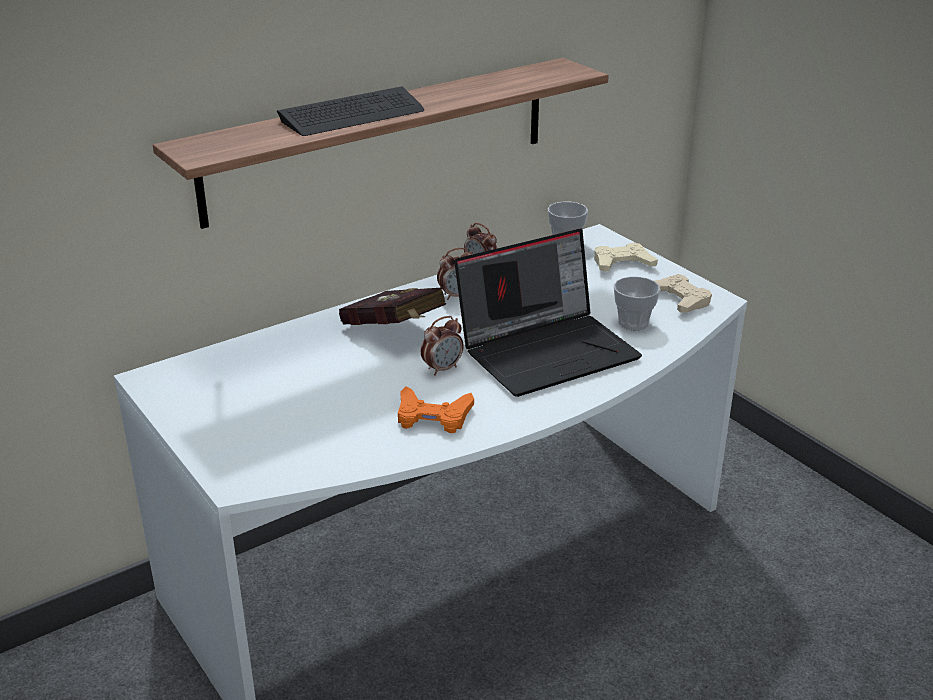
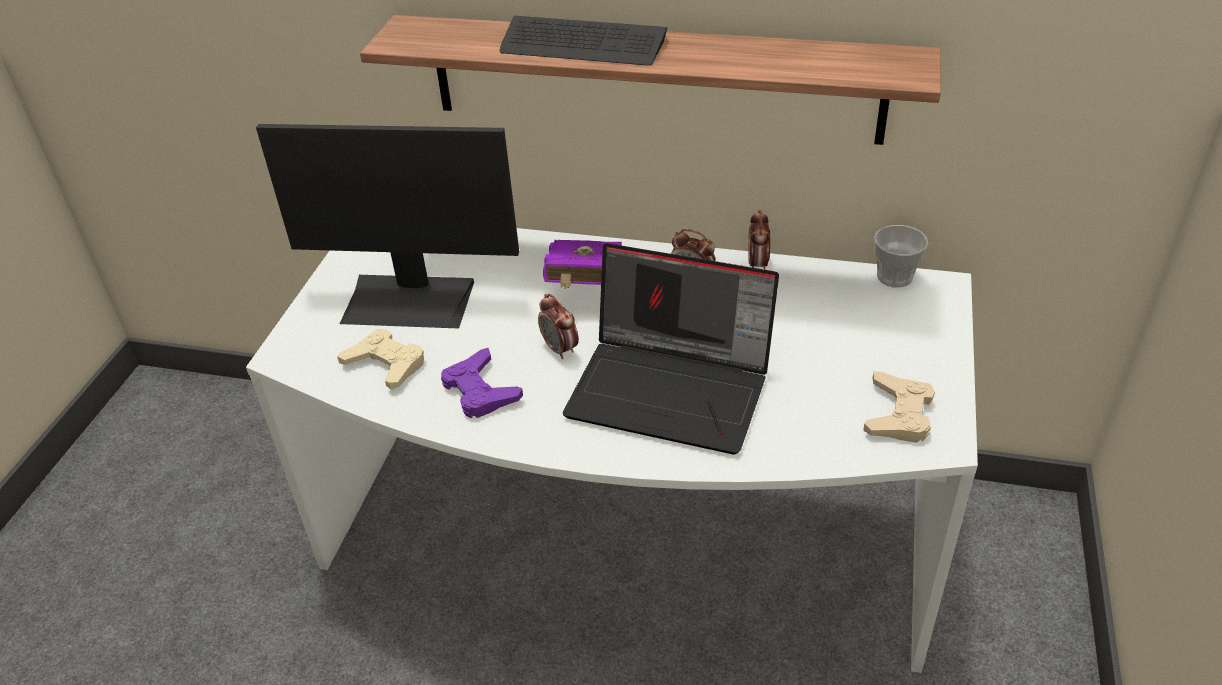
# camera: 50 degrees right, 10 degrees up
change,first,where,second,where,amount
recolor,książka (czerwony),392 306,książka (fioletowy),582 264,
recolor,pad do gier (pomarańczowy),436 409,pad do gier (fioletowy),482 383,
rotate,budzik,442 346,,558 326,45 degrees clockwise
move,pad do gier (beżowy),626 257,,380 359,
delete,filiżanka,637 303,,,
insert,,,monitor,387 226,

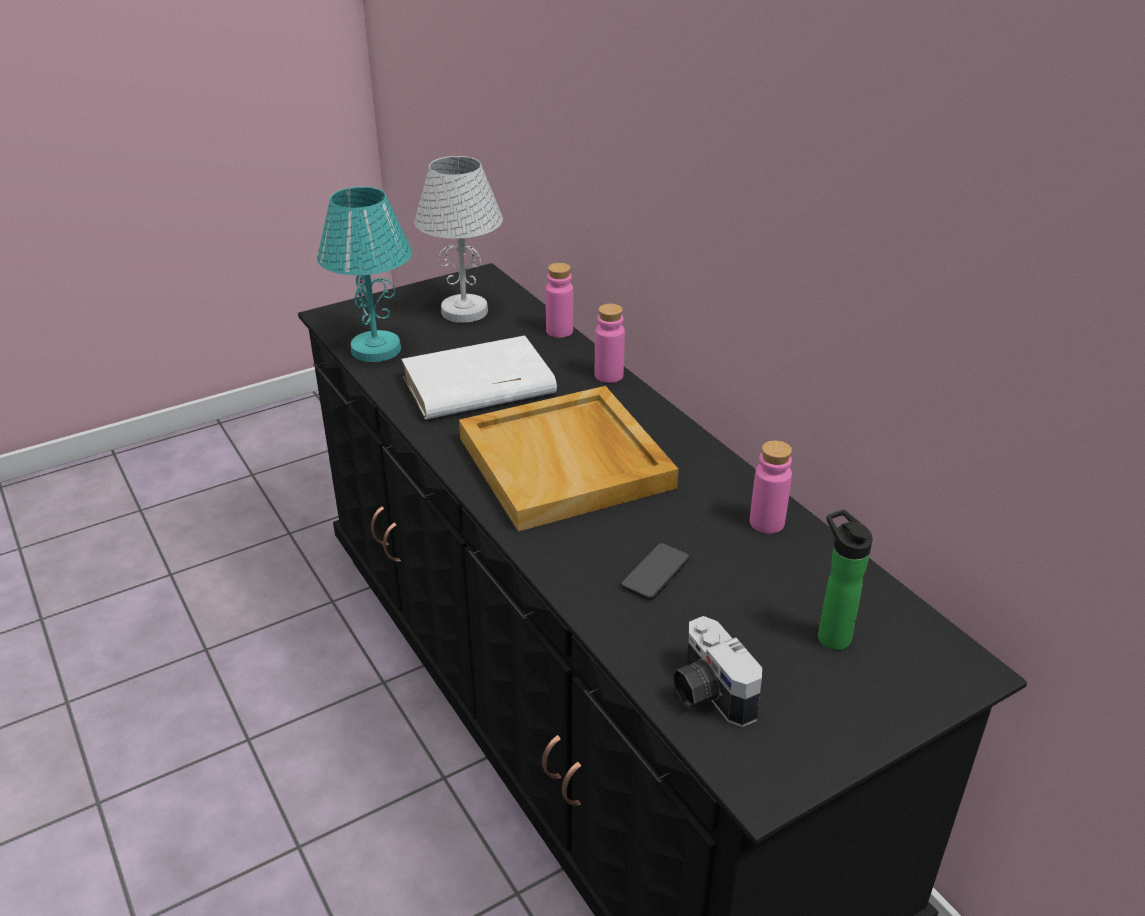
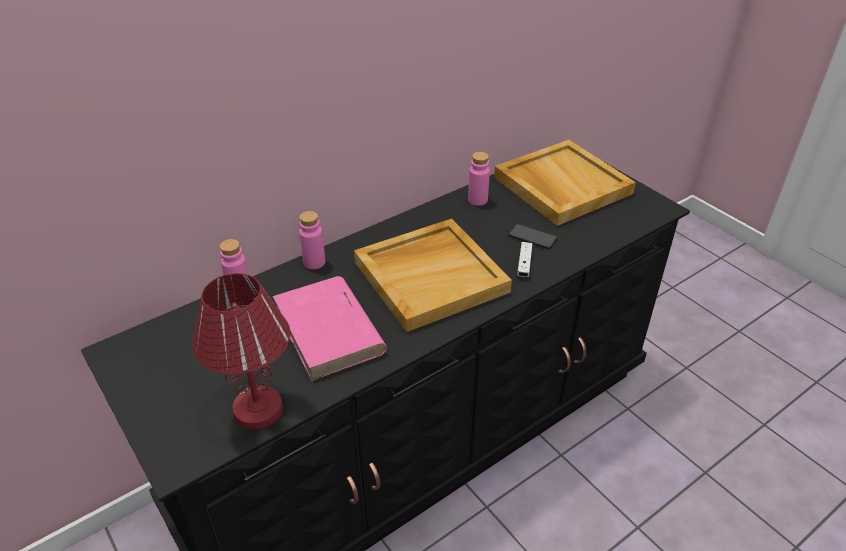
# camera: 95 degrees left, 5 degrees up
change,first,where,second,where,amount
recolor,lampa stołowa (turkusowy),364 274,lampa stołowa (czerwony),241 351,
recolor,książka (biały),479 377,książka (różowy),330 328,
delete,lampa stołowa (biały),458 239,,,
delete,aparat fotograficzny,717 671,,,
replace,butelka,845 580,taca (beżowy),565 183,
insert,,,pad do gier (biały),525 259,

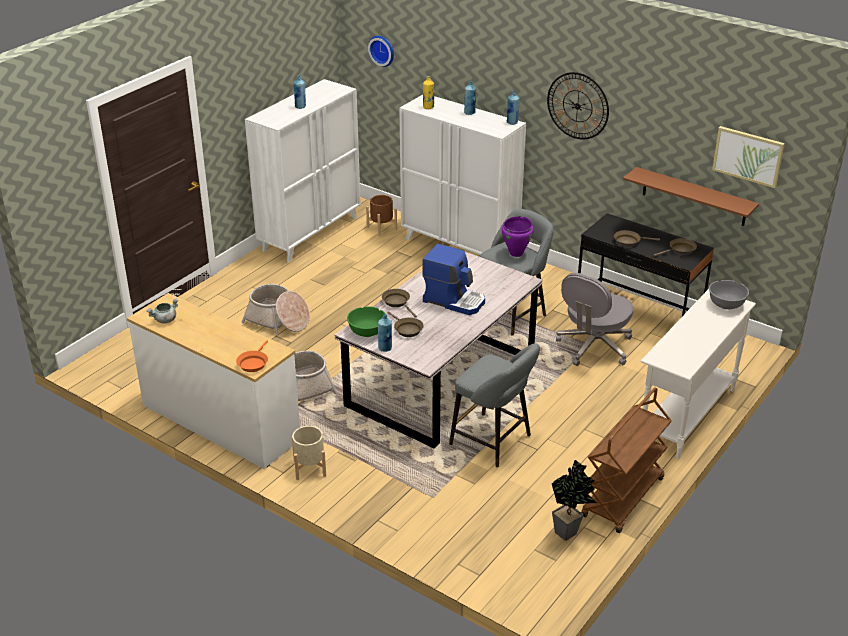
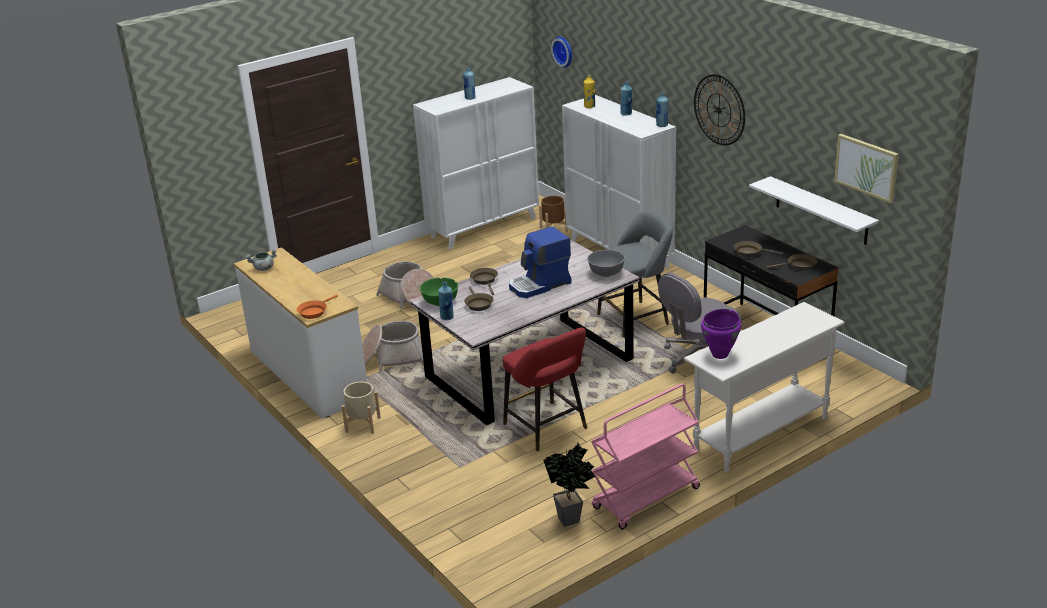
# camera: 20 degrees right, 5 degrees down
change,first,where,second,where,amount
rotate,ekspres do kawy,453 279,,540 262,105 degrees clockwise
recolor,stołek (szary),494 405,stołek (czerwony),545 389,
move,garnek (fioletowy),518 236,,721 334,
recolor,wózek (brązowy),626 460,wózek (różowy),645 457,
recolor,półka (brązowy),691 196,półka (biały),814 210,
move,miska (szary),729 295,,606 263,

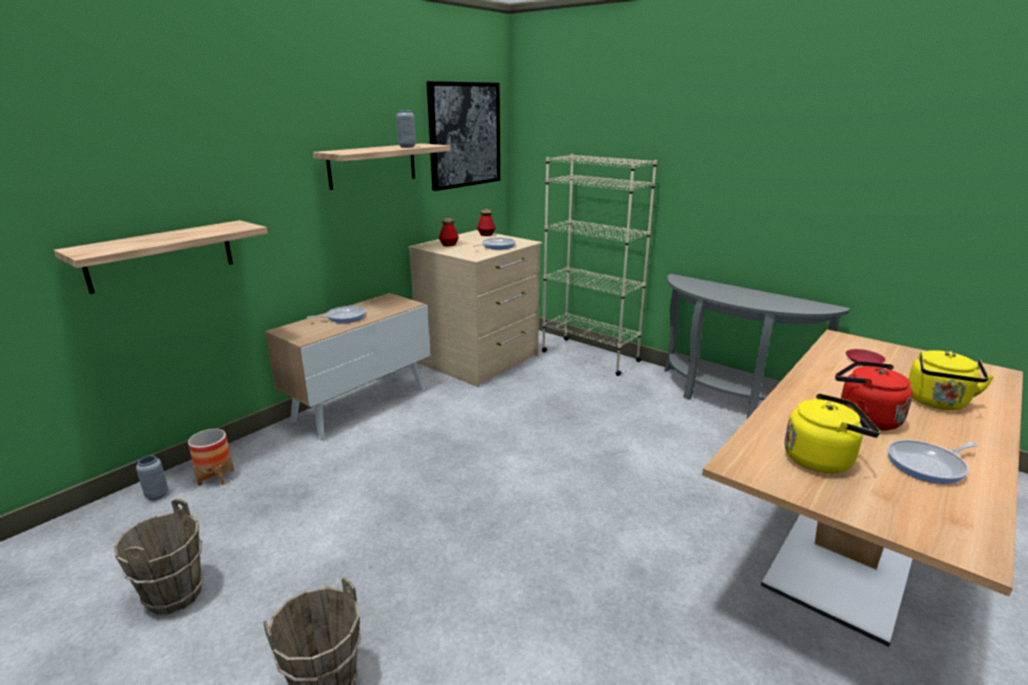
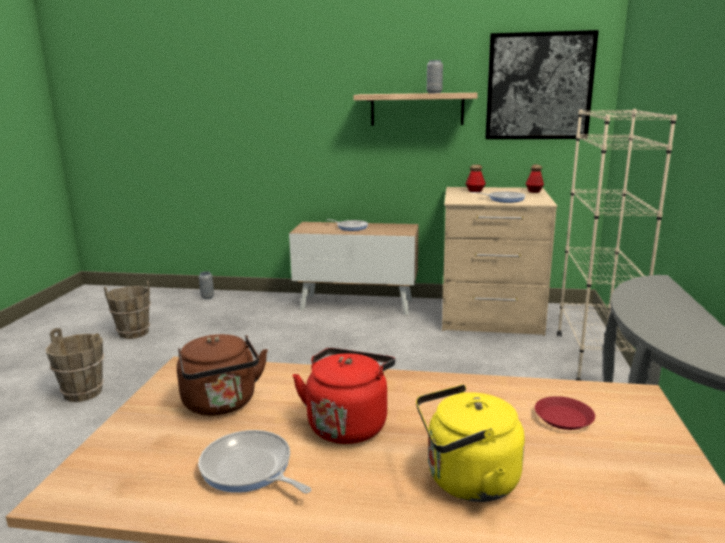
# camera: 60 degrees right, 5 degrees down
change,first,where,second,where,amount
delete,półka,161 257,,,
delete,donica,211 457,,,
recolor,czajnik (żółty),832 433,czajnik (brązowy),222 375,

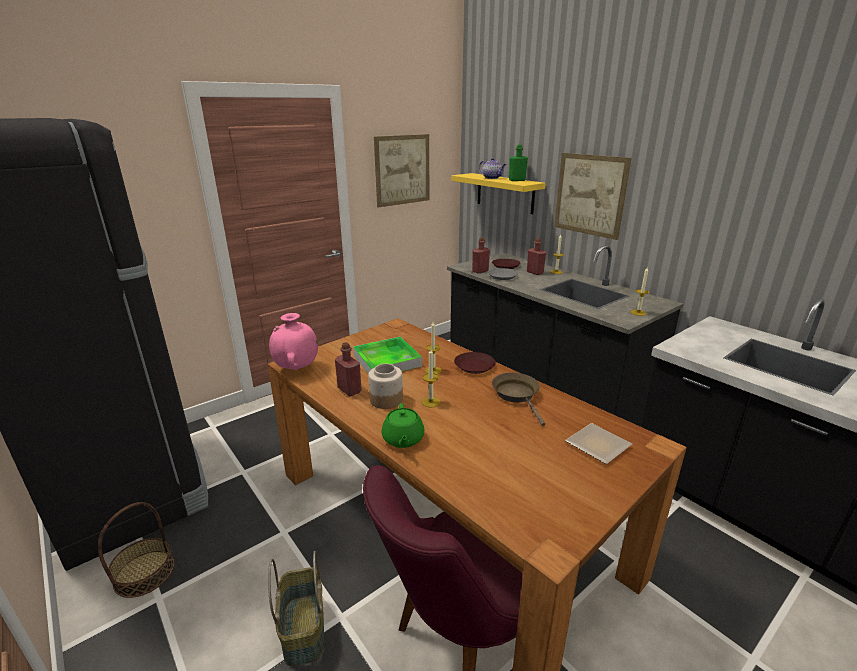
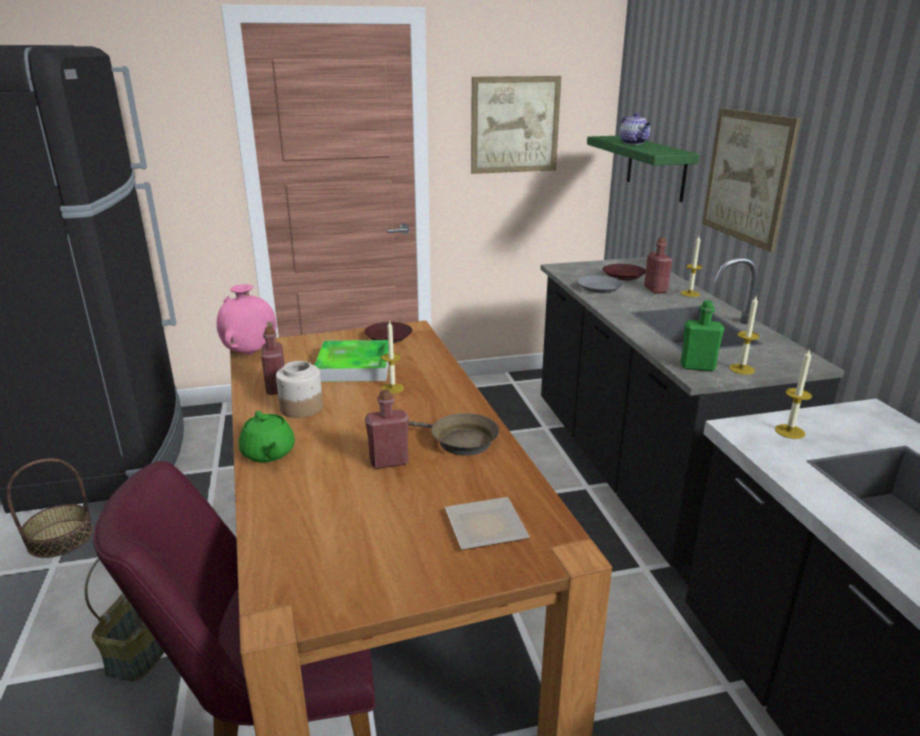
# camera: 25 degrees right, 0 degrees up
change,first,where,second,where,amount
rotate,imbryk (zielony),403 425,,267 436,45 degrees counterclockwise
move,świeca,431 378,,793 393,
recolor,półka (żółty),498 193,półka (zielony),643 169,
move,talerz (brązowy),475 363,,388 332,
move,butelka (czerwony),481 255,,387 429,
rotate,patelnia (brązowy),518 399,,454 434,105 degrees clockwise
move,butelka (zielony),518 163,,702 335,

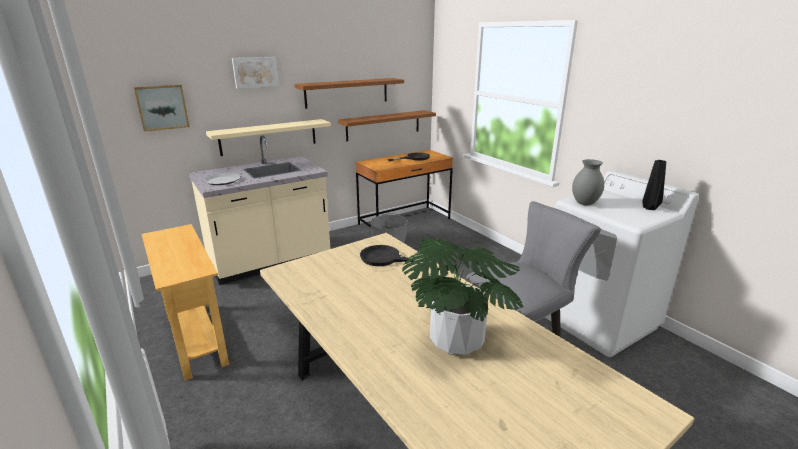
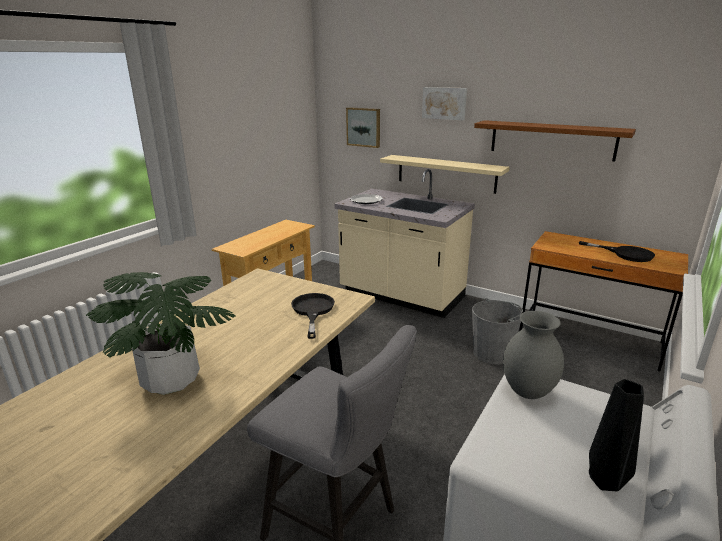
# camera: 65 degrees right, 0 degrees up
change,first,where,second,where,amount
delete,półka (brązowy),387 125,,,

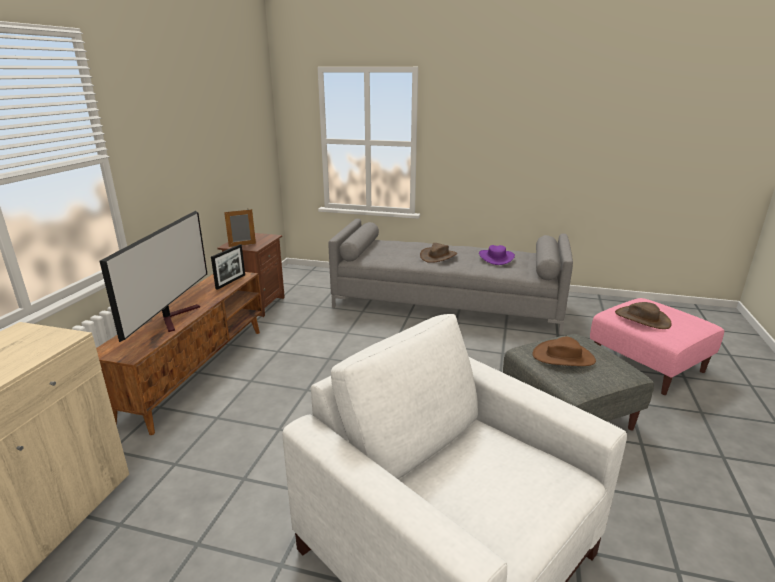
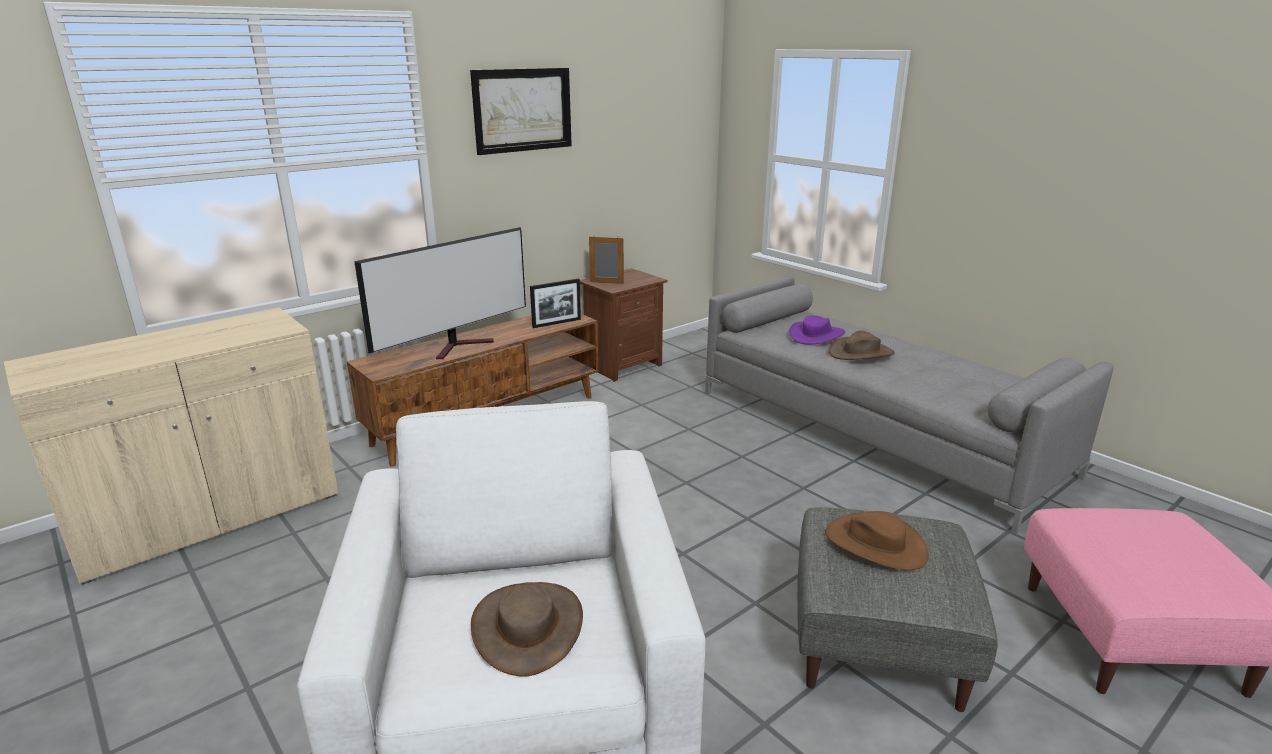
# camera: 35 degrees right, 0 degrees up
change,first,where,second,where,amount
move,kapelusz (fioletowy),497 255,,817 329,
move,kapelusz (brązowy),643 315,,527 629,
insert,,,obraz,521 111,

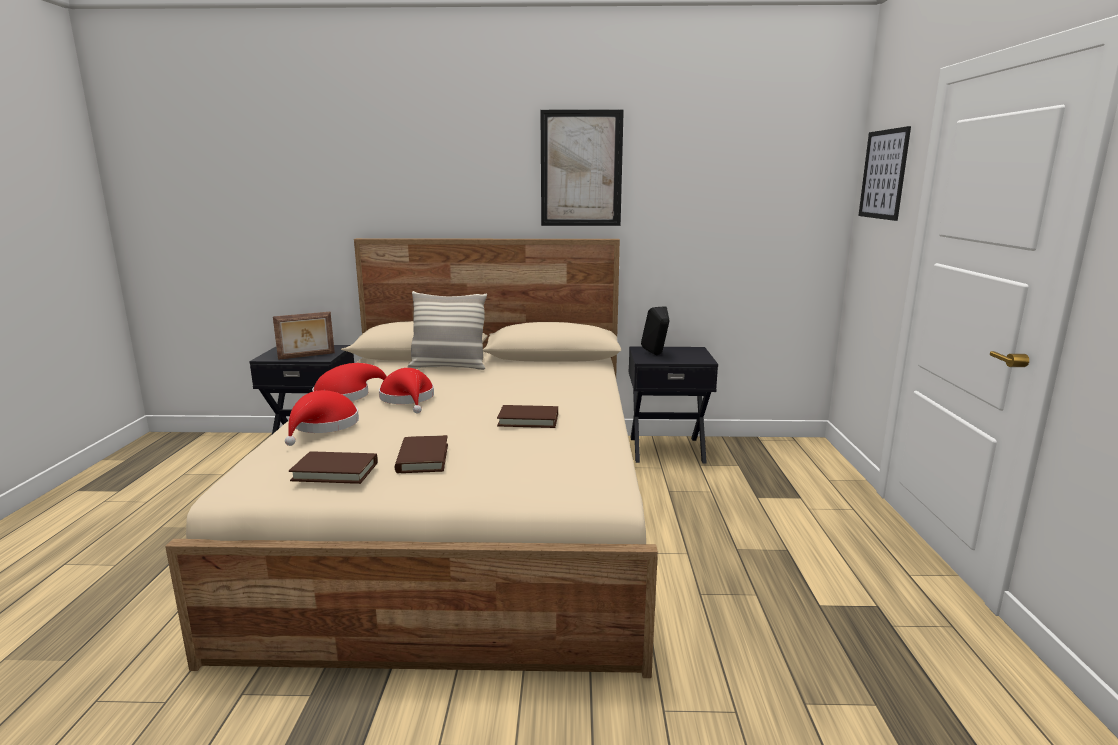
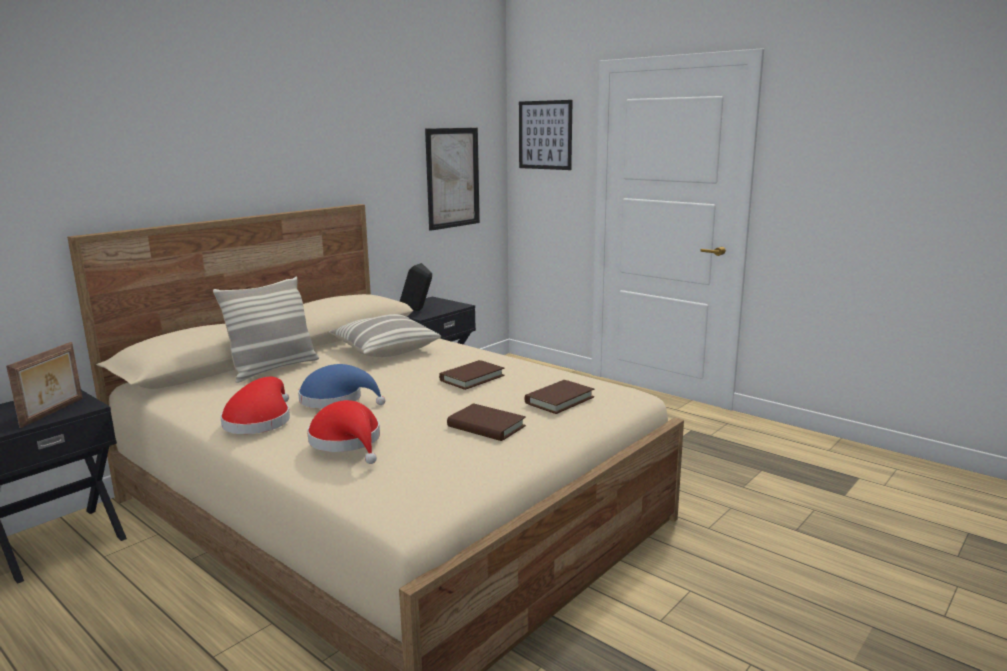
# camera: 50 degrees left, 0 degrees up
change,first,where,second,where,amount
move,książka (brązowy),333 467,,559 397,
recolor,kapelusz (czerwony),406 390,kapelusz (niebieski),342 386,
move,obraz,582 167,,452 179,
insert,,,poduszka,385 335,

